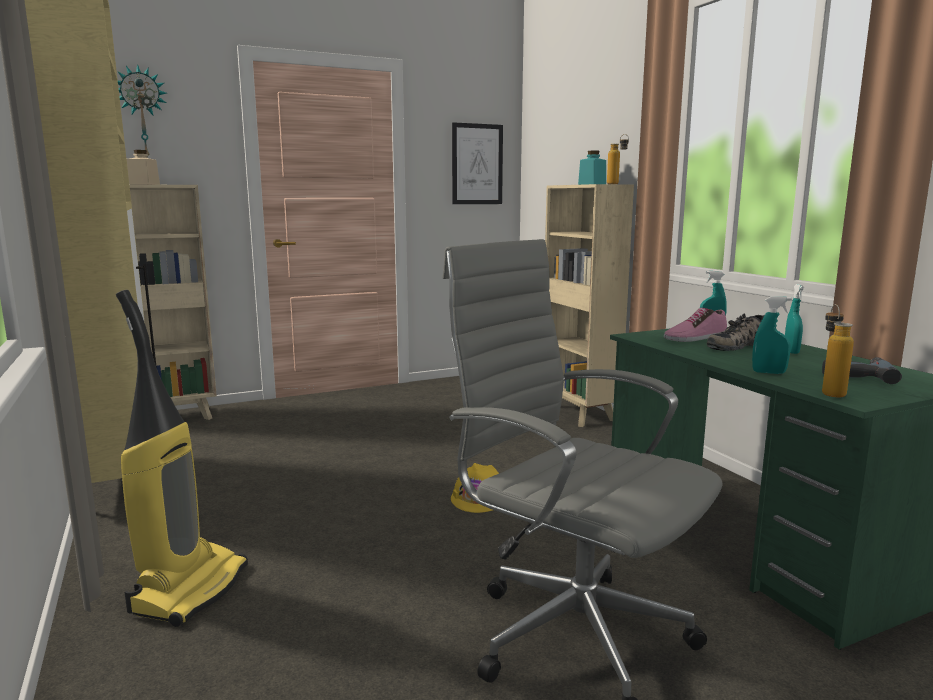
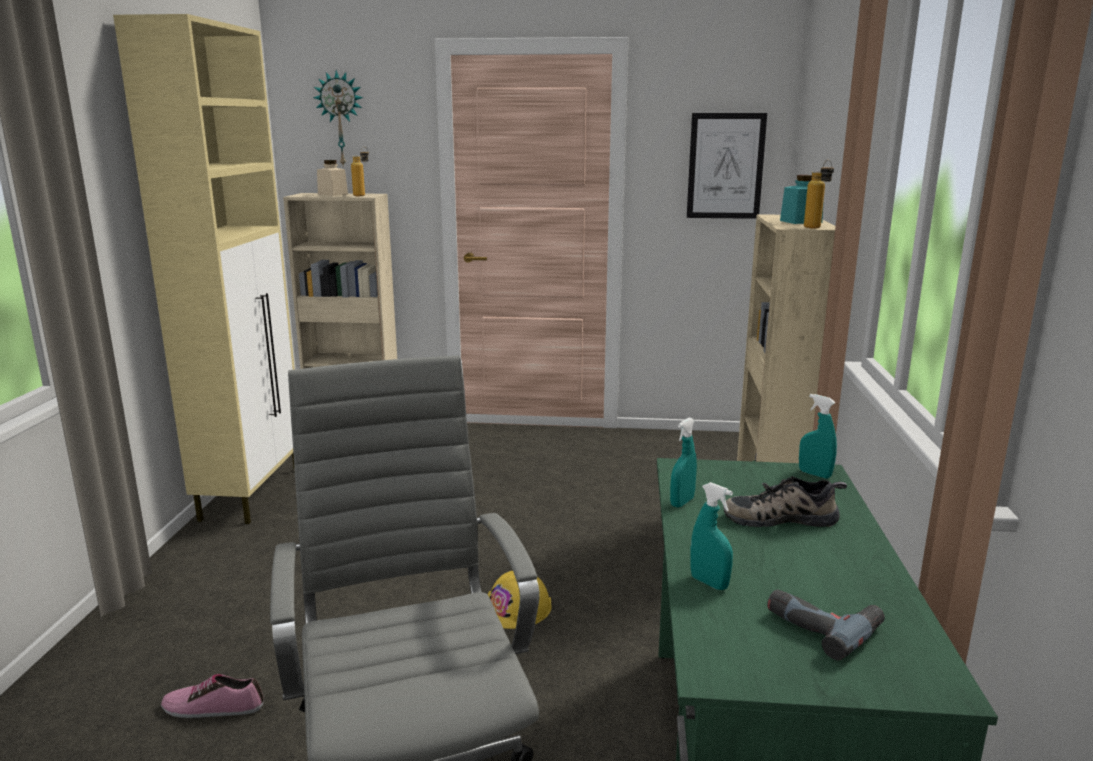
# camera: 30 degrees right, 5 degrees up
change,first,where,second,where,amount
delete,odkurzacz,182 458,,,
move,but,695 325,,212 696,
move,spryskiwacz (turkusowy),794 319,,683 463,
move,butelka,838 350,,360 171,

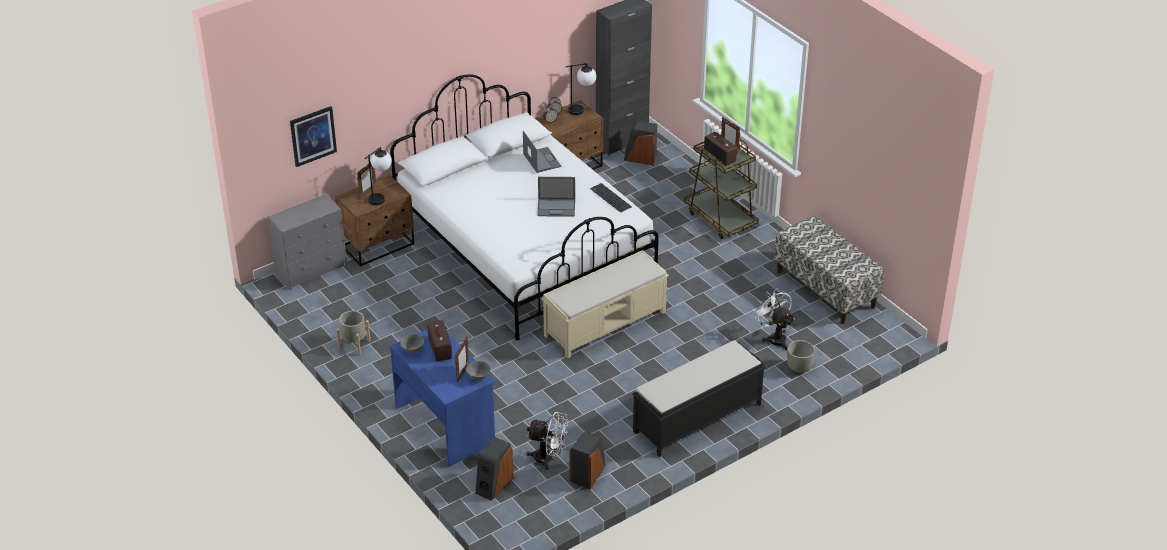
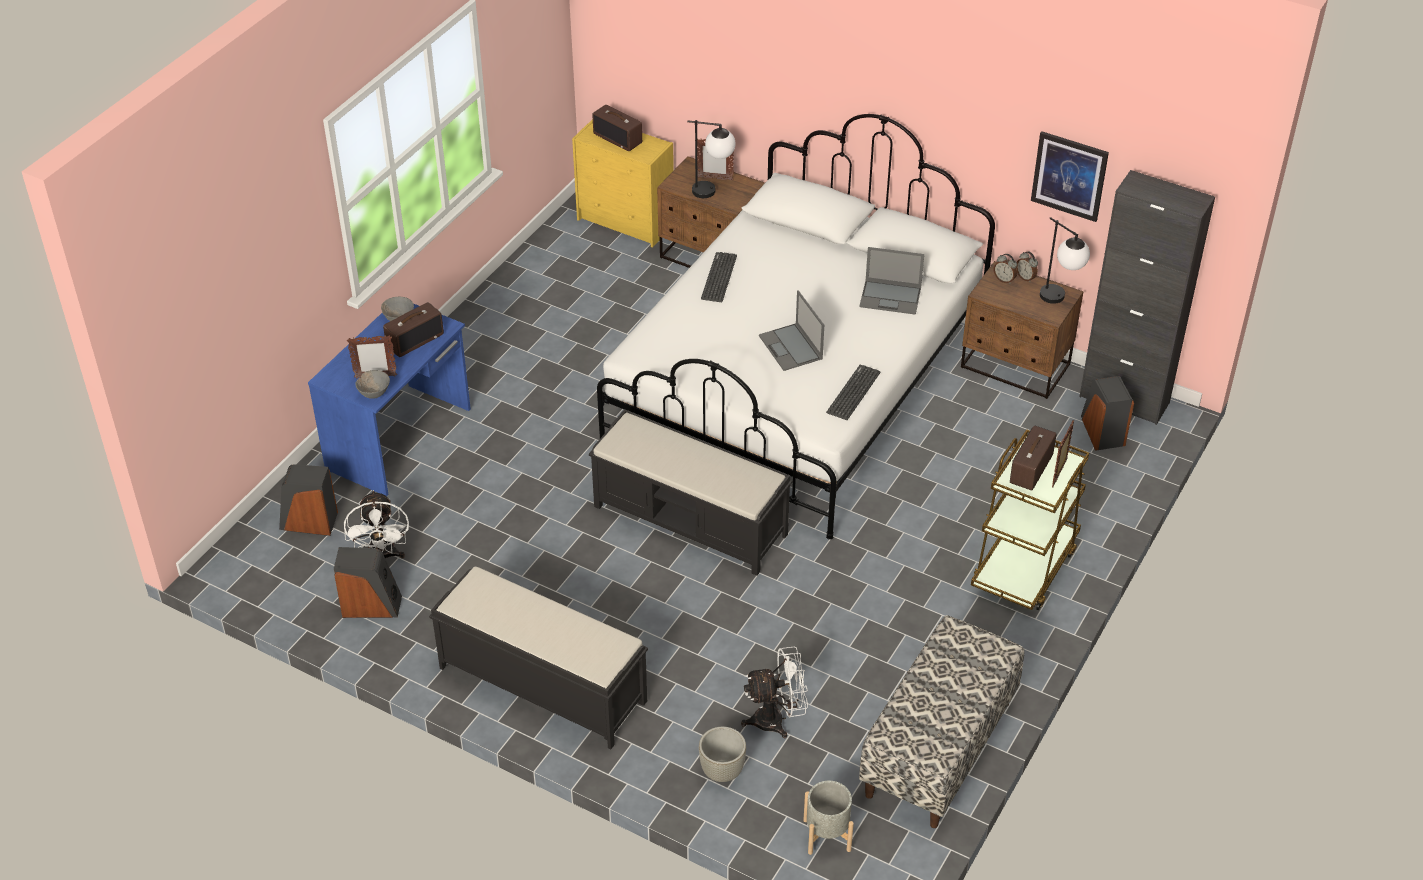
# camera: 65 degrees right, 5 degrees up
change,first,where,second,where,amount
recolor,komoda (szary),307 242,komoda (żółty),623 183,
move,obraz,313 136,,1070 176,
move,donica (szary),353 333,,828 818,
rotate,laptop,542 152,,891 281,60 degrees clockwise
recolor,ławka (beżowy),605 304,ławka (czarny),690 492,
rotate,wentylator (biały),774 319,,774 692,45 degrees clockwise
insert,,,radio,617 128,
insert,,,klawiatura,719 277,

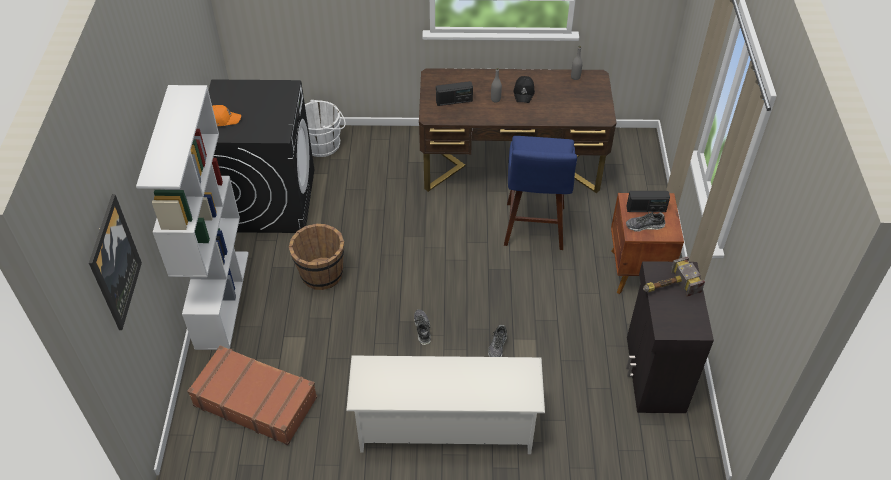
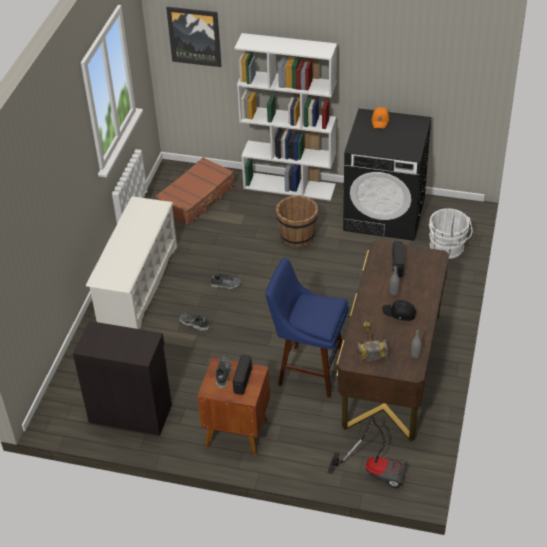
# camera: 105 degrees right, 5 degrees down
change,first,where,second,where,amount
move,młotek,674 276,,372 341,
insert,,,odkurzacz,367 452,

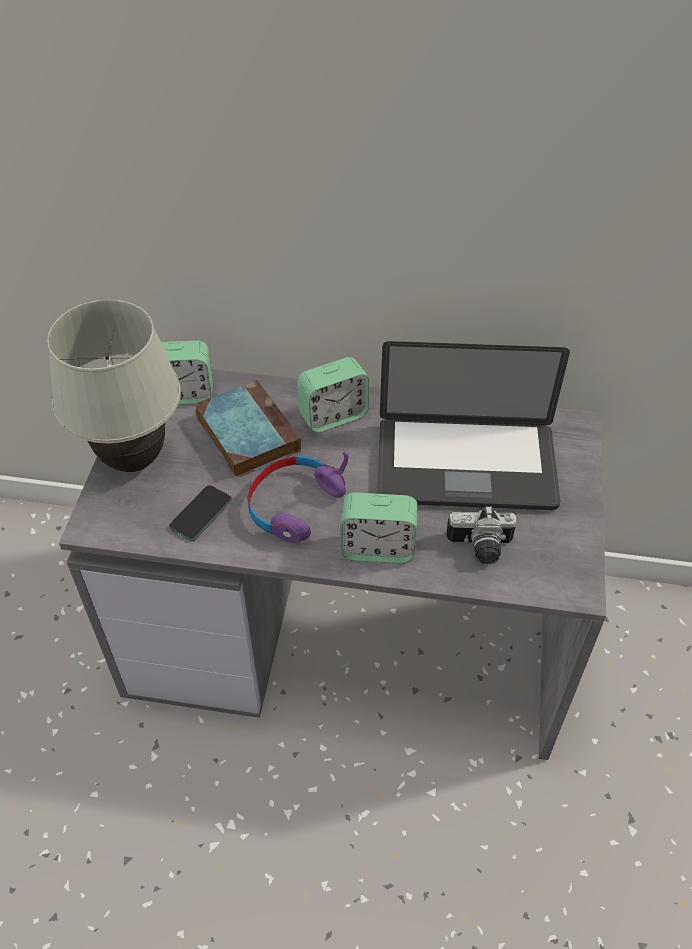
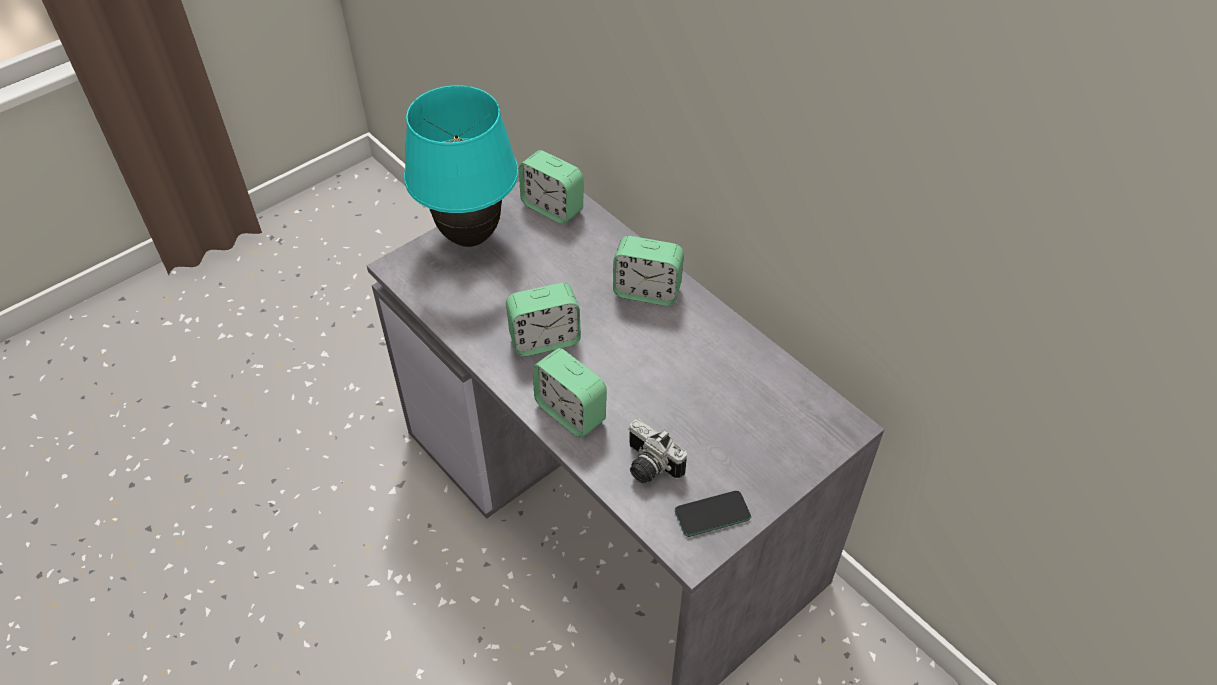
# camera: 40 degrees right, 0 degrees up
change,first,where,second,where,amount
recolor,lampa stołowa (biały),114 385,lampa stołowa (turkusowy),461 166,
move,telefon,200 513,,713 514,
delete,książka,248 429,,,
replace,słuchawki (fioletowy),298 497,budzik,543 319,
delete,laptop,473 425,,,

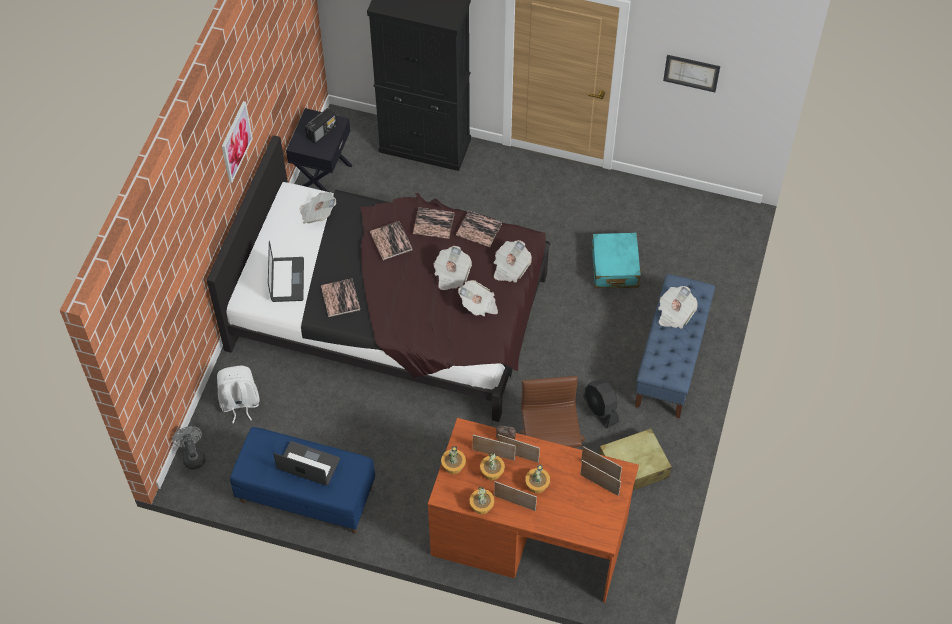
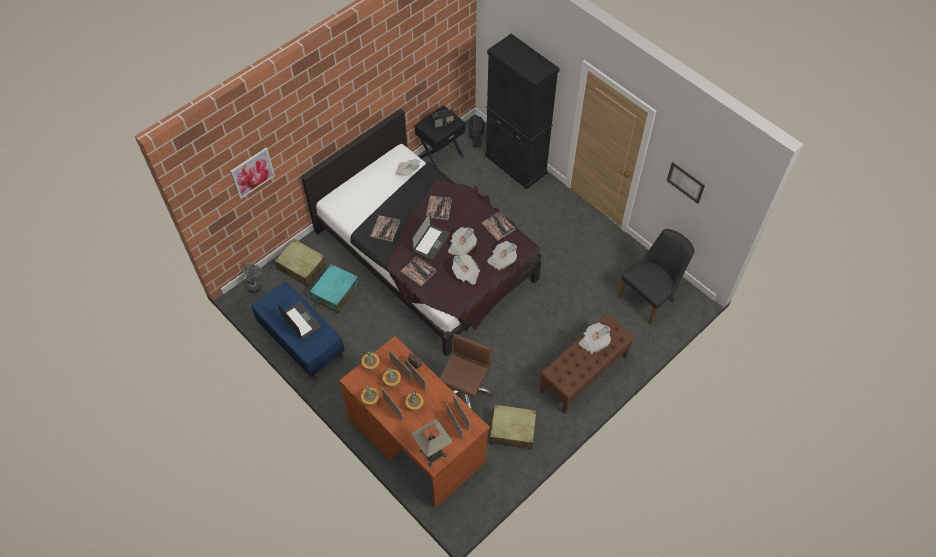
# camera: 30 degrees right, 0 degrees up
change,first,where,second,where,amount
replace,plecak (biały),238 394,walizka (beżowy),300 262,
move,obraz,237 142,,252 173,
move,laptop,286 271,,431 236,
move,książka,433 223,,418 271,
move,wentylator (czarny),601 404,,477 131,
move,walizka (turkusowy),616 261,,334 288,
recolor,ławka (niebieski),675 346,ławka (brązowy),587 364,
insert,,,lampa stołowa,432 443,
insert,,,krzesło (czarny),656 277,

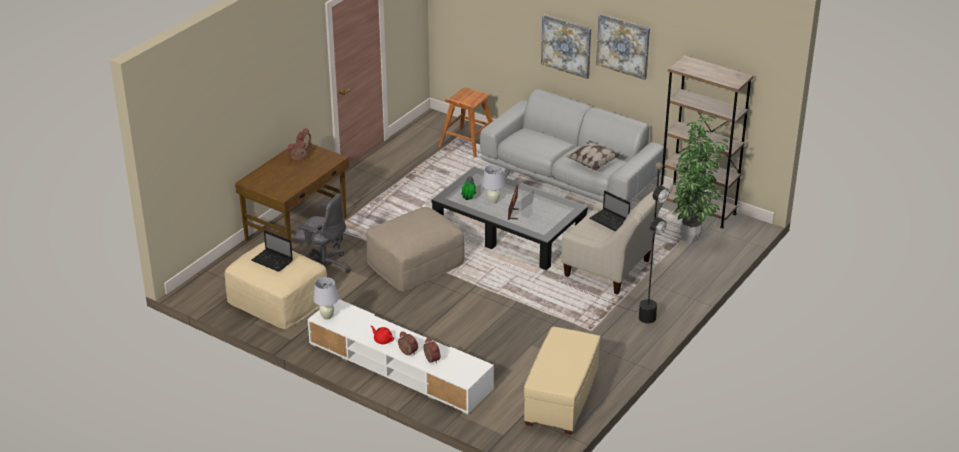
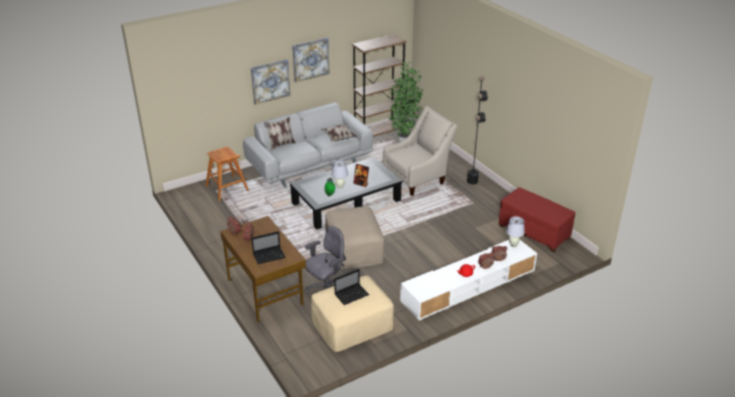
# camera: 65 degrees left, 0 degrees up
change,first,where,second,where,amount
move,lampa stołowa (biały),326 298,,515 231,
recolor,pufa (beżowy),562 381,pufa (czerwony),537 219,
move,laptop,610 211,,268 247,
insert,,,poduszka,280 133,

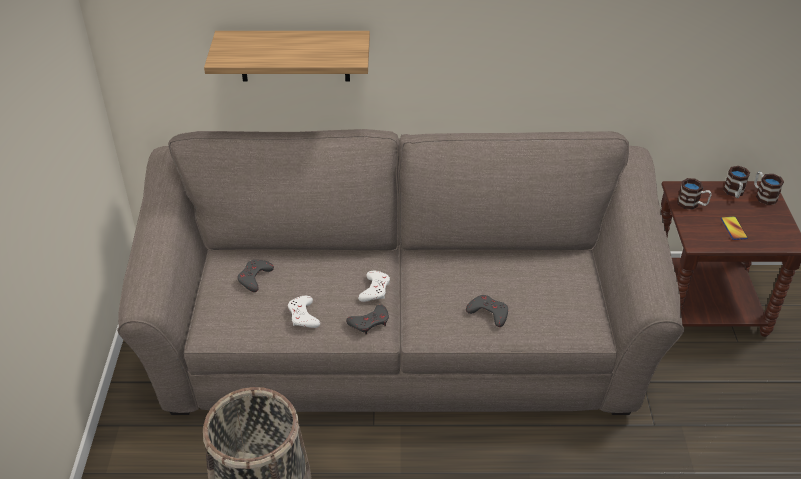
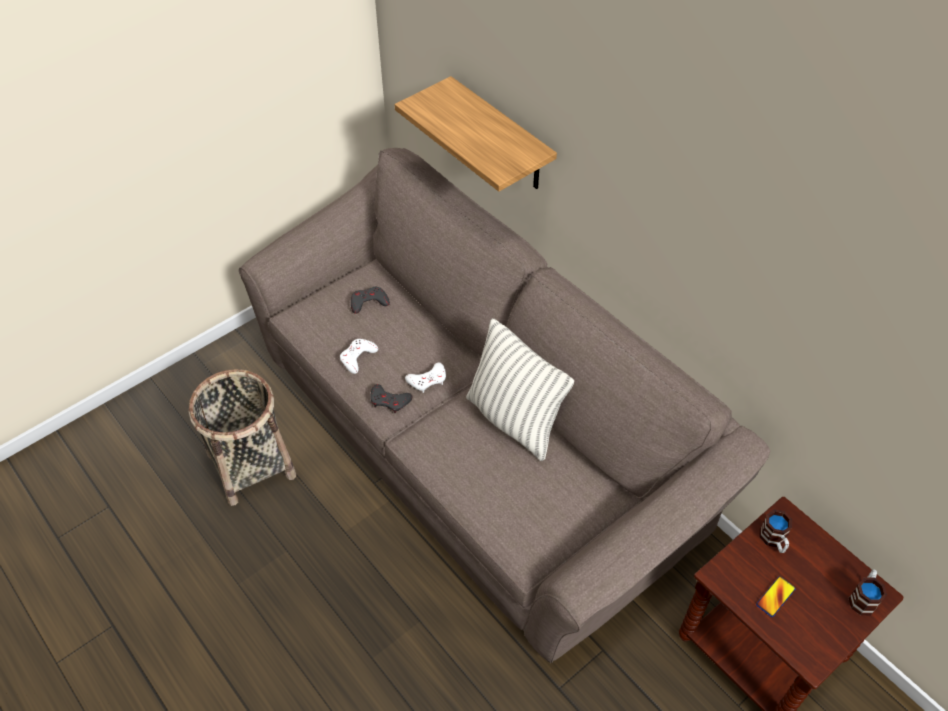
# camera: 50 degrees right, 10 degrees up
change,first,where,second,where,amount
delete,pad do gier (szary),487 311,,,
delete,kubek,736 182,,,
insert,,,poduszka,520 389,

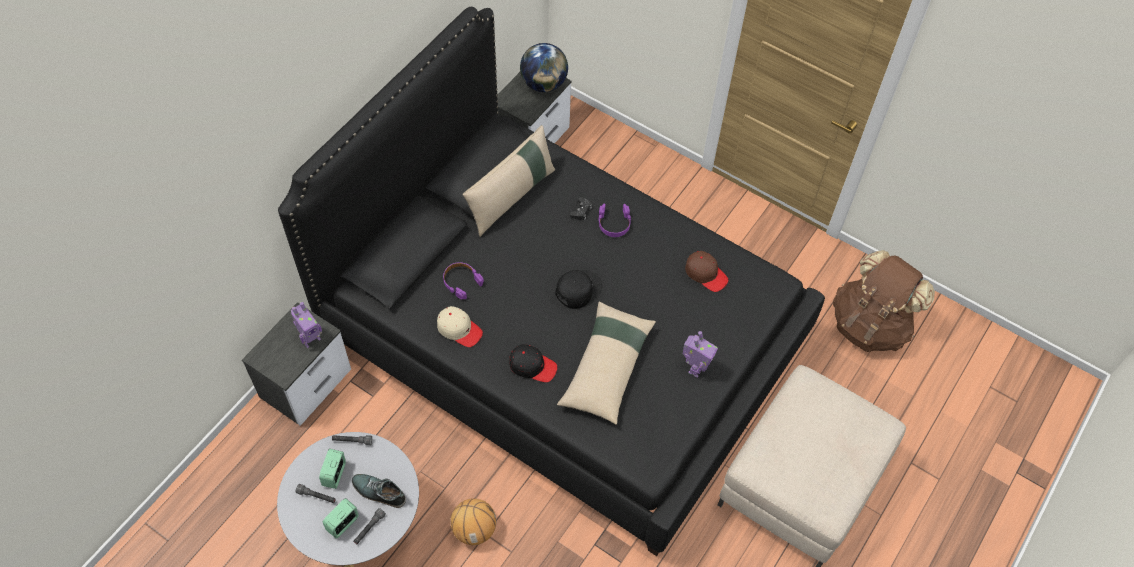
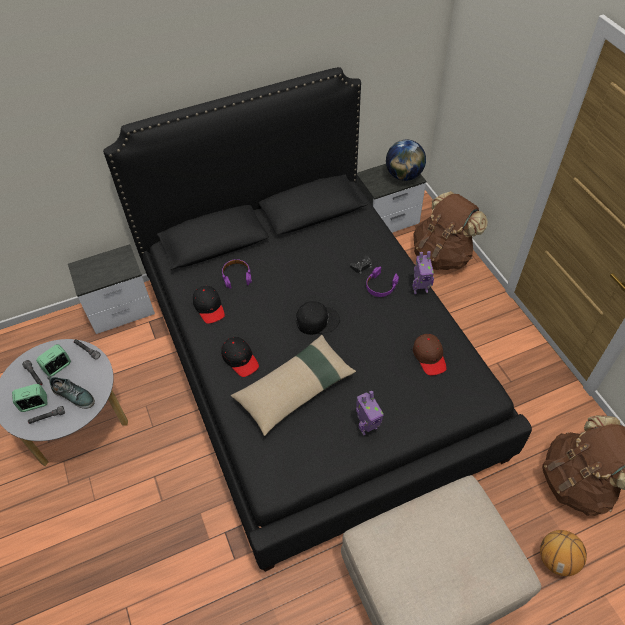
# camera: 35 degrees right, 5 degrees down
change,first,where,second,where,amount
move,robot zabawkowy,306 325,,423 272,
rotate,but,379 491,,71 392,150 degrees clockwise
recolor,czapka z daszkiem (beżowy),460 326,czapka z daszkiem (czarny),209 305,
move,piłka do koszykówki,473 521,,563 553,
delete,poduszka (beżowy),509 181,,,
insert,,,plecak (brązowy),451 230,

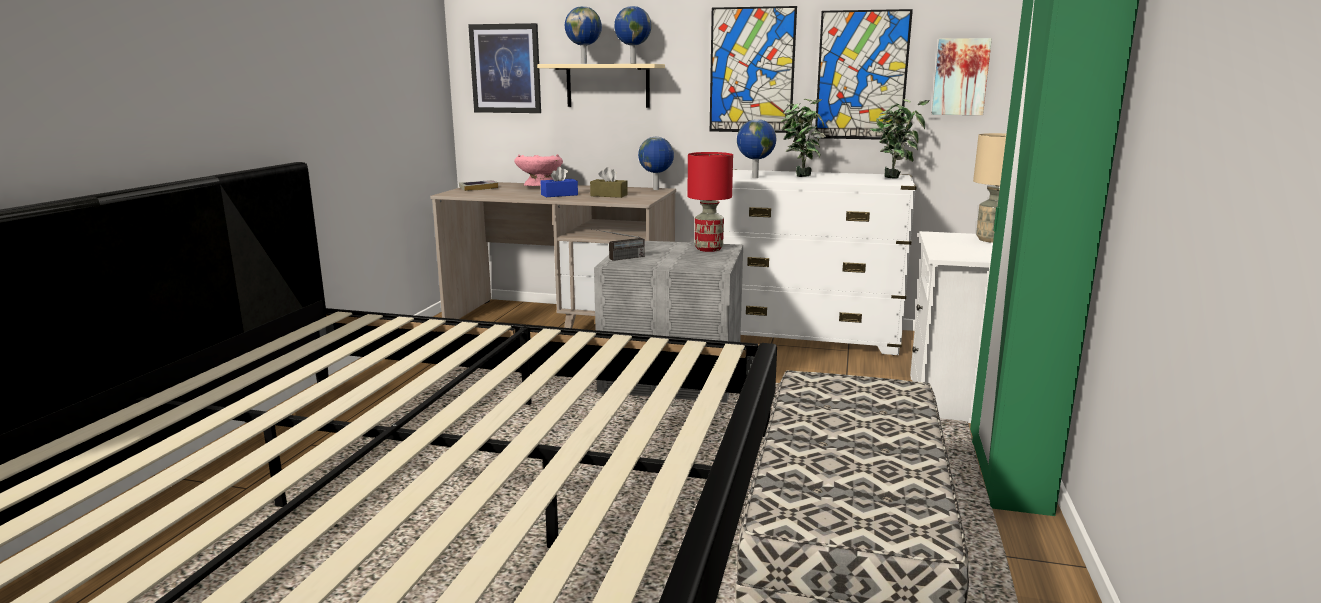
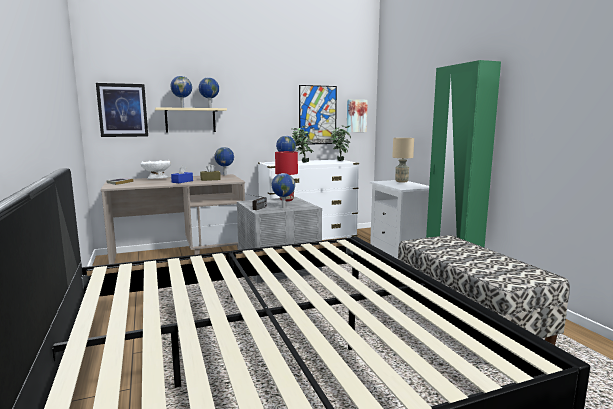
# camera: 35 degrees left, 5 degrees down
change,first,where,second,where,amount
recolor,miska (różowy),538 170,miska (biały),155 169,
delete,obraz,753 69,,,
insert,,,globus,283 190,

